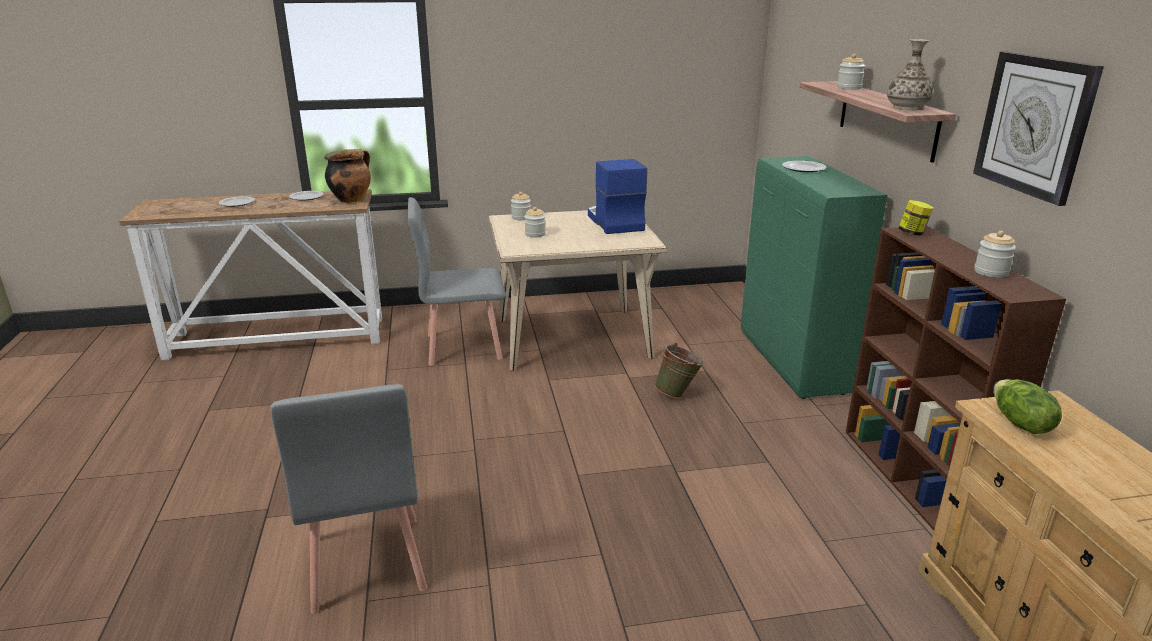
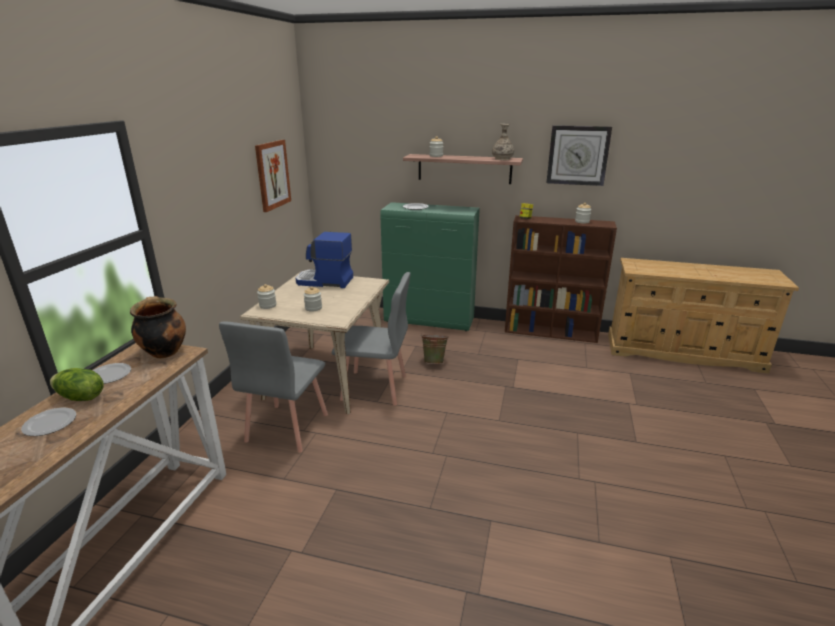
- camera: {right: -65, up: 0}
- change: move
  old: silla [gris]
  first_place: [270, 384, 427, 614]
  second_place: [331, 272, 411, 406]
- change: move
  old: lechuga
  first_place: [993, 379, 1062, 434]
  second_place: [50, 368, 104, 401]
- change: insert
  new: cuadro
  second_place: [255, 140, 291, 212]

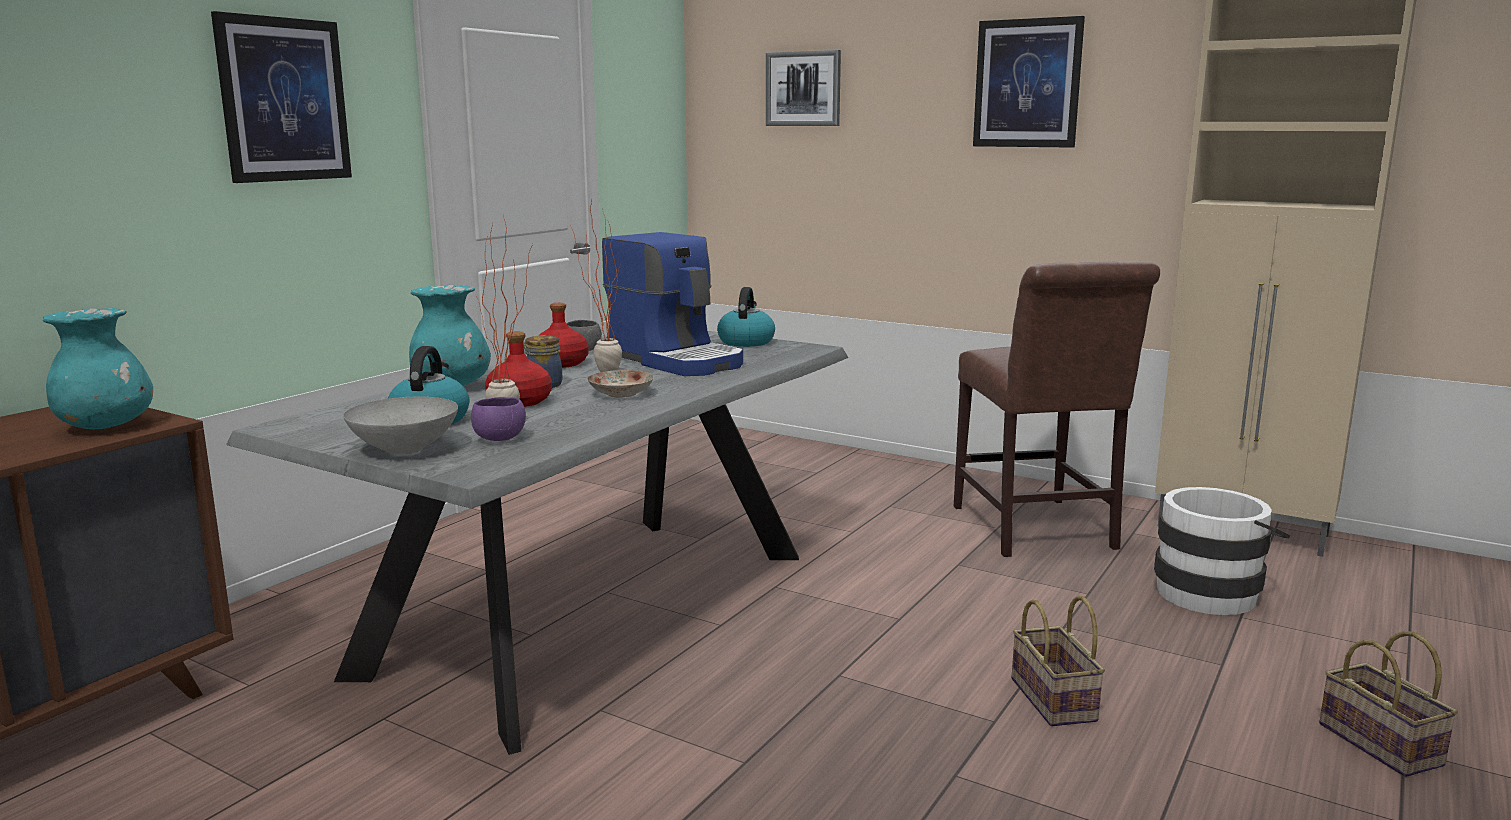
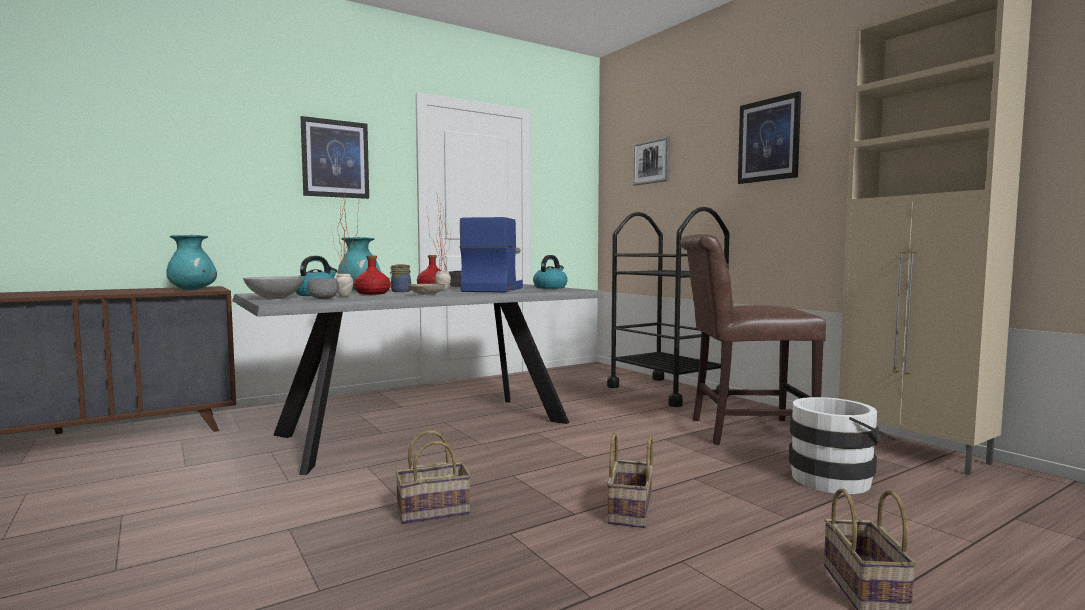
- camera: {right: 25, up: -10}
- change: recolor
  old: cuenco [morado]
  new: cuenco [gris]
  first_place: [471, 397, 526, 441]
  second_place: [308, 278, 339, 299]
- change: rotate
  old: cafetera
  first_place: [602, 232, 743, 376]
  second_place: [459, 217, 523, 293]
  degrees: -150
- change: rotate
  old: silla [marrón]
  first_place: [954, 261, 1160, 557]
  second_place: [680, 234, 826, 445]
  degrees: 75
- change: insert
  new: cesta
  second_place: [395, 431, 471, 524]
- change: insert
  new: carrito [negro]
  second_place: [607, 207, 729, 407]

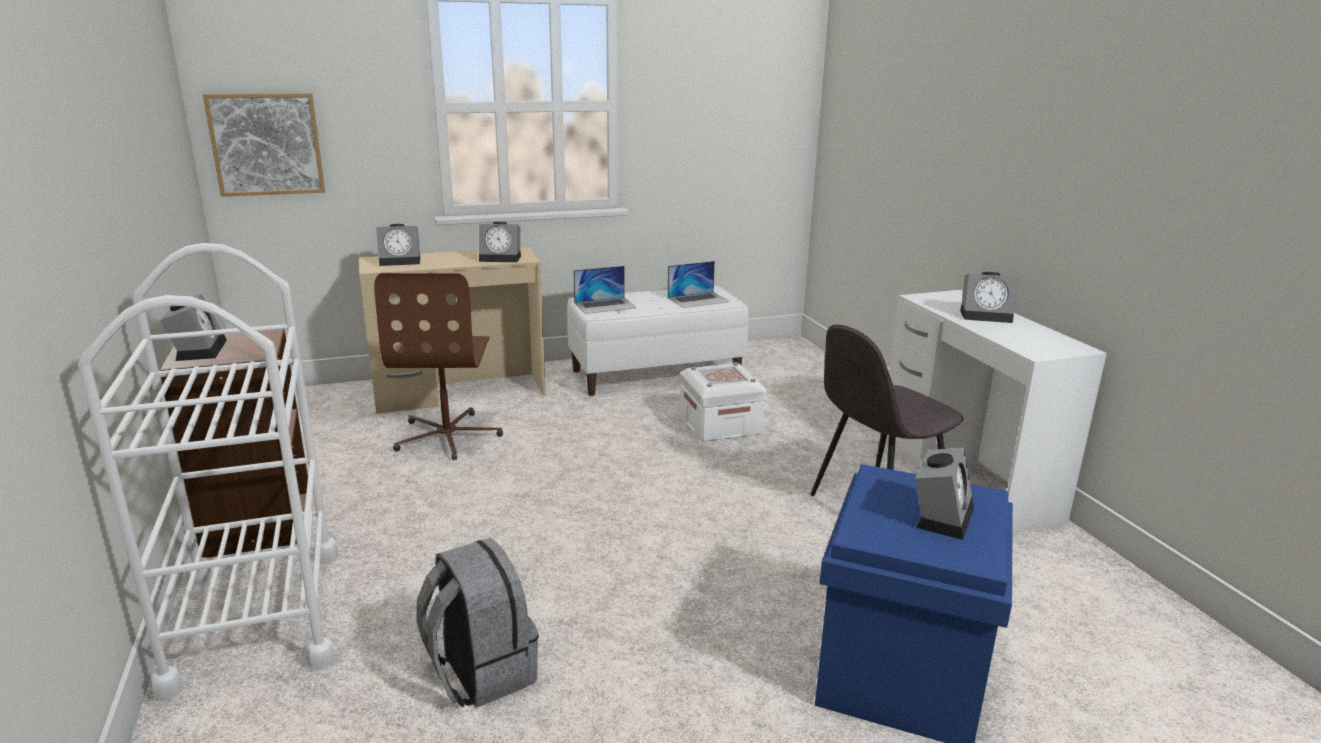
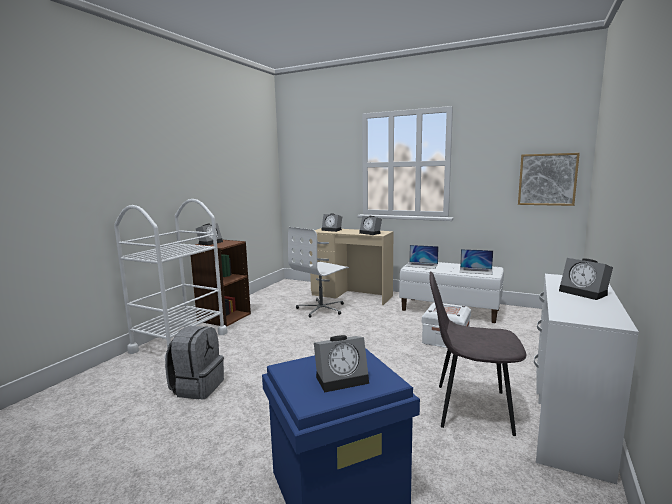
- camera: {right: 45, up: -10}
- change: move
  old: cuadro
  first_place: [203, 93, 325, 197]
  second_place: [518, 153, 580, 206]
- change: recolor
  old: silla de oficina [marrón]
  new: silla de oficina [blanco]
  first_place: [374, 273, 503, 460]
  second_place: [288, 227, 349, 318]

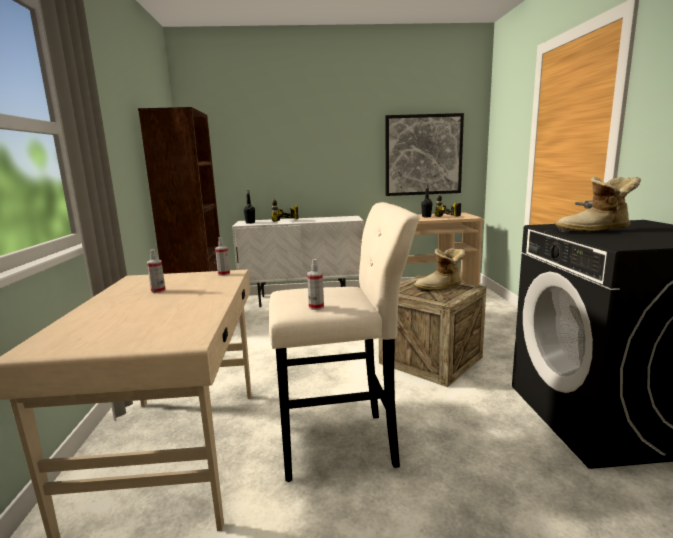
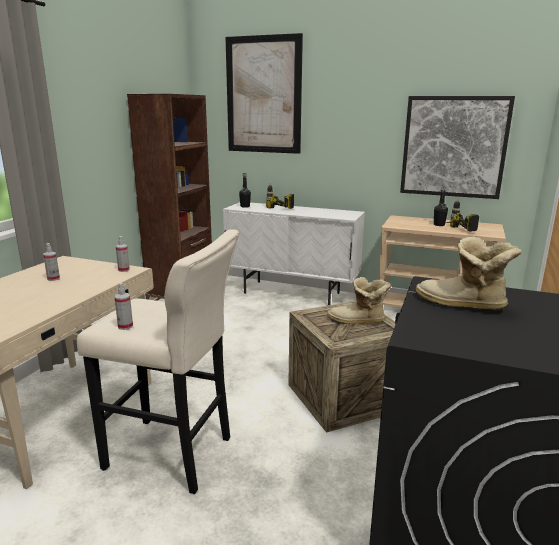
- camera: {right: 25, up: 5}
- change: insert
  new: cuadro
  second_place: [225, 33, 303, 154]

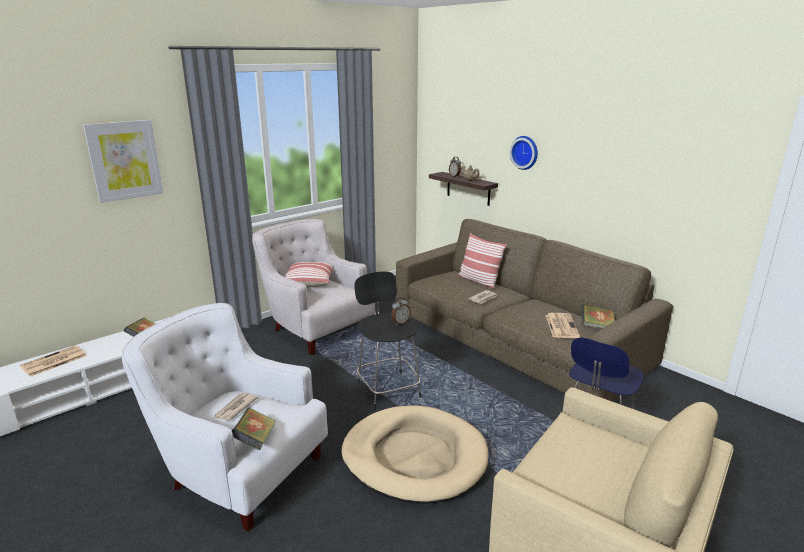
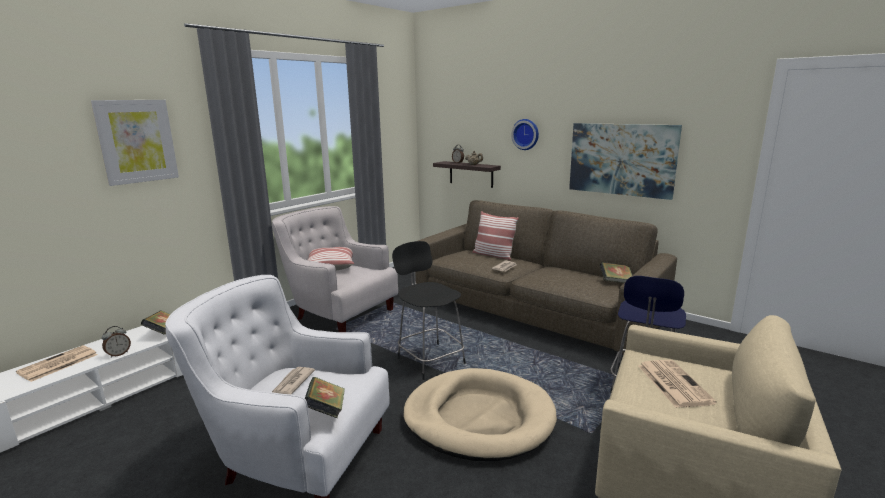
- camera: {right: -10, up: -5}
- change: move
  old: despertador
  first_place: [391, 297, 411, 325]
  second_place: [102, 326, 131, 358]
- change: move
  old: periódico
  first_place: [546, 313, 580, 338]
  second_place: [638, 360, 717, 408]
- change: insert
  new: cuadro
  second_place: [569, 123, 682, 200]

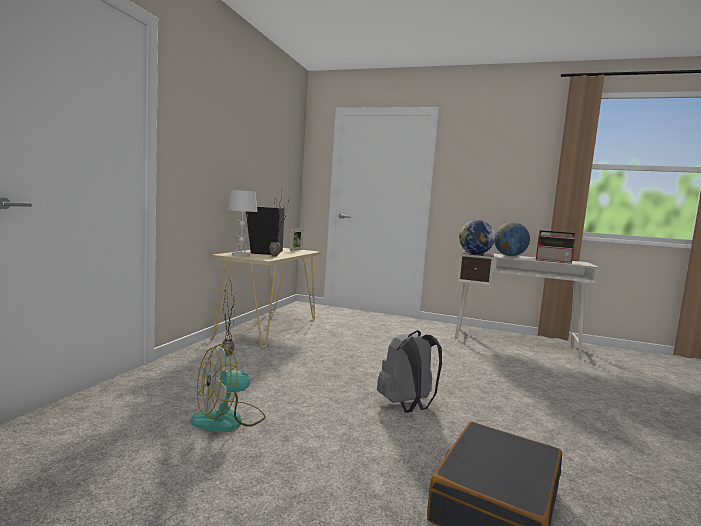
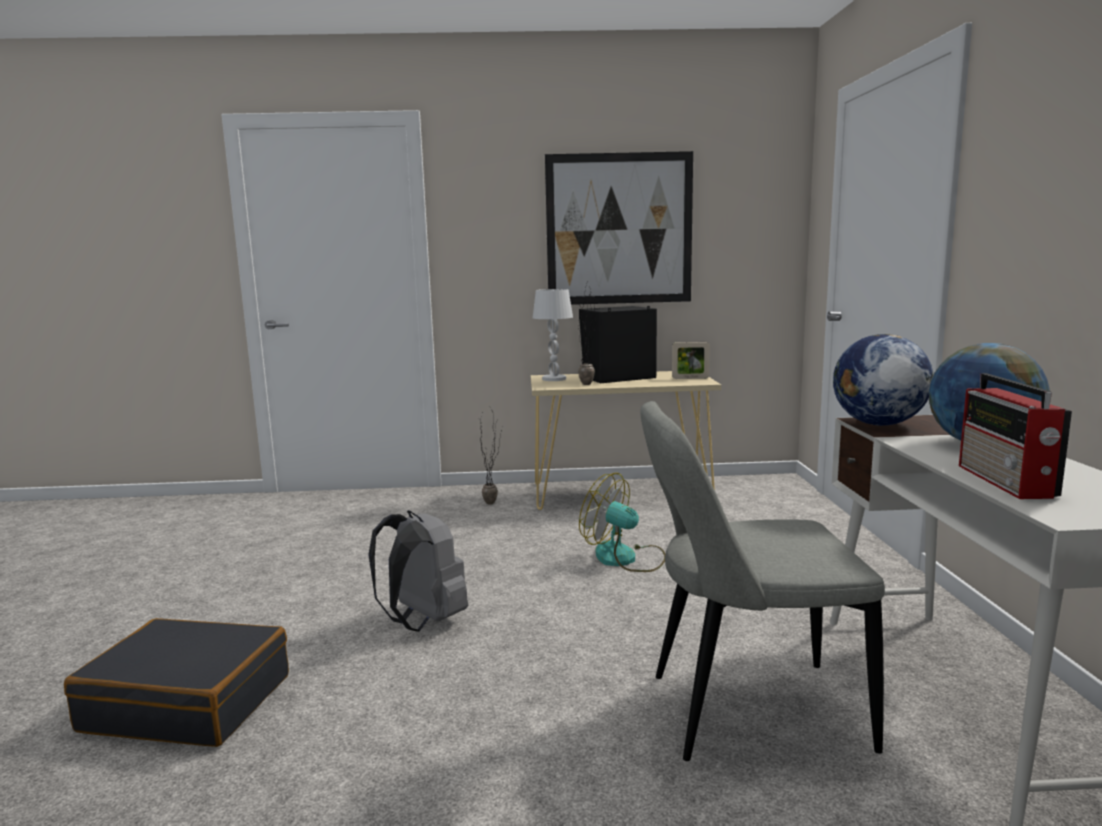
- camera: {right: 70, up: 5}
- change: move
  old: ventilador
  first_place: [191, 344, 266, 432]
  second_place: [579, 473, 665, 572]
- change: insert
  new: cuadro
  second_place: [545, 151, 693, 305]
- change: insert
  new: silla [gris]
  second_place: [640, 401, 885, 761]

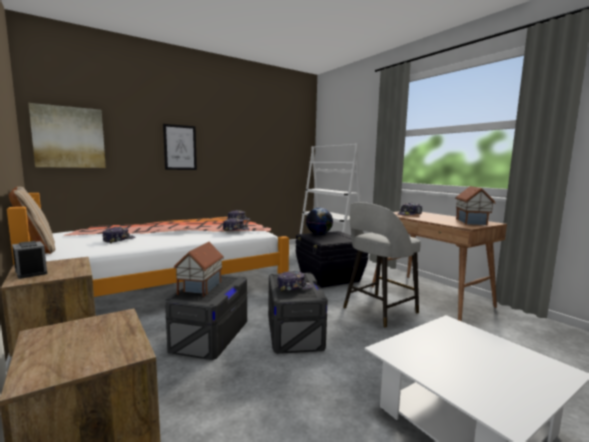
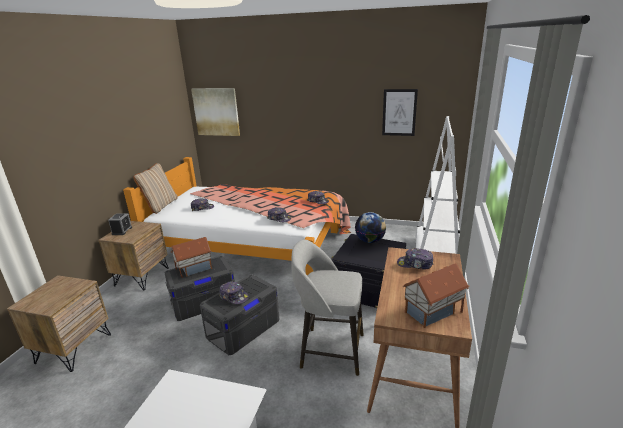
- camera: {right: 50, up: 15}
- change: move
  old: cuadro
  first_place: [163, 124, 197, 170]
  second_place: [382, 89, 418, 136]

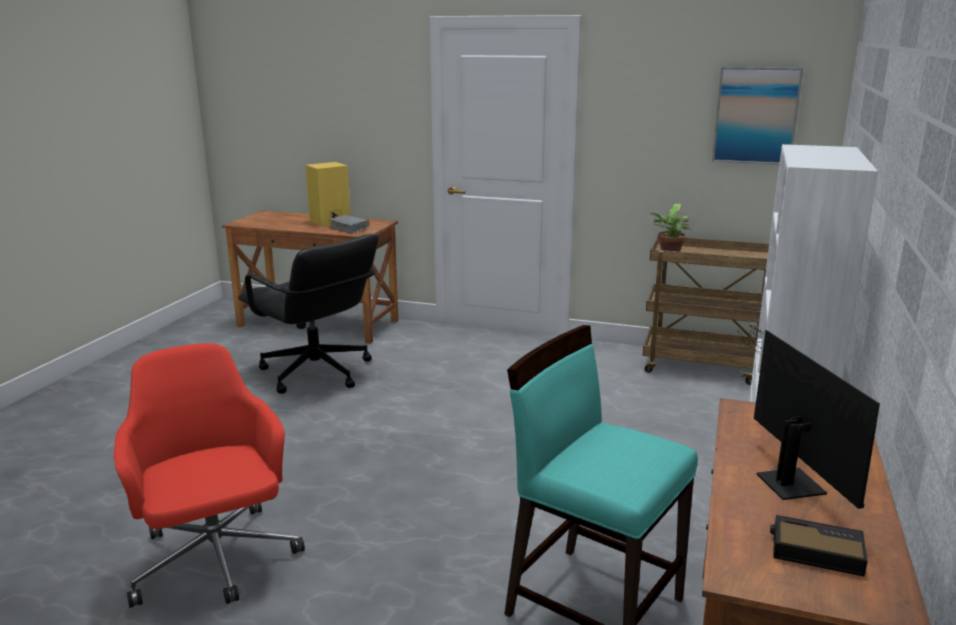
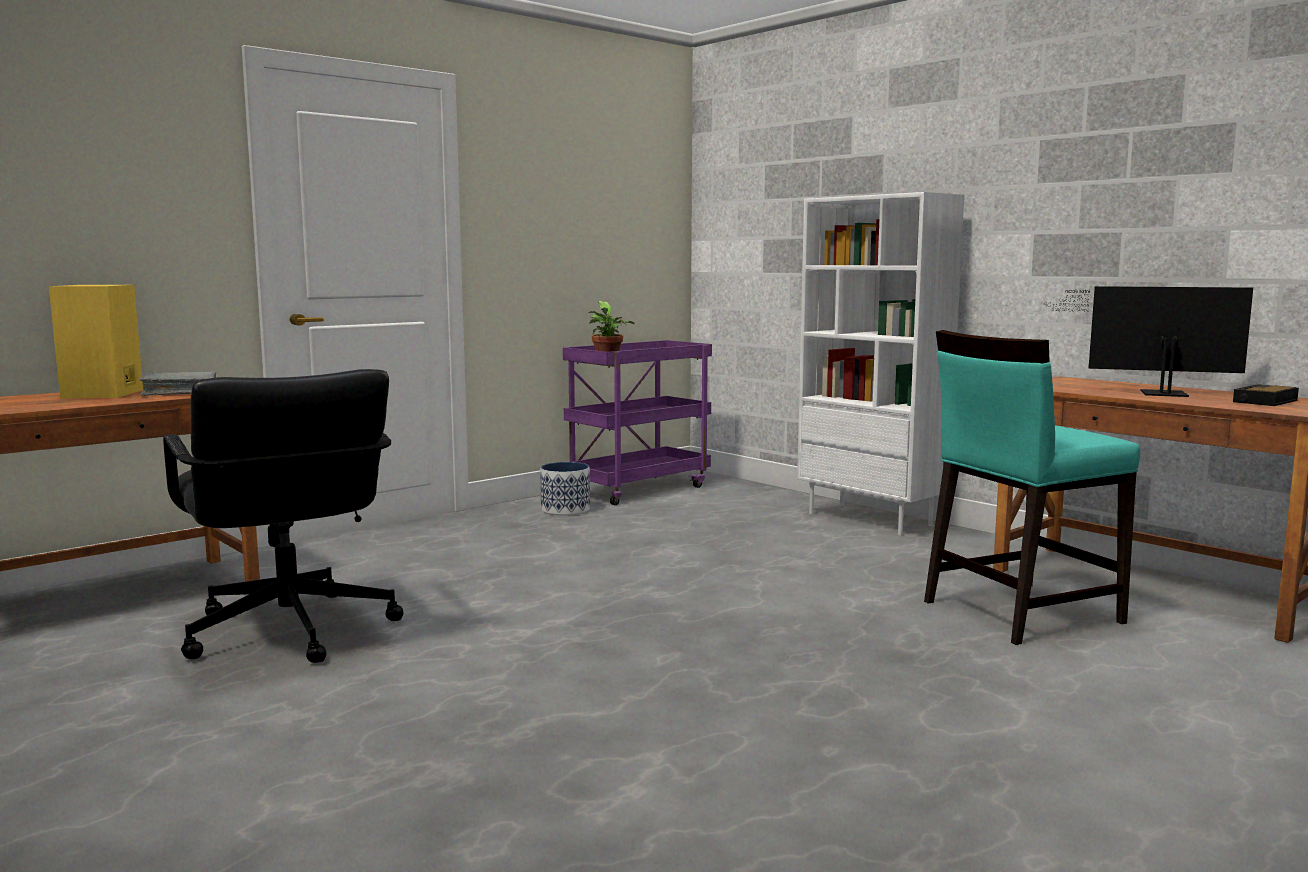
- camera: {right: -60, up: -10}
- change: delete
  old: silla de oficina [rojo]
  first_place: [114, 343, 305, 608]
- change: rotate
  old: silla de oficina [negro]
  first_place: [238, 234, 379, 394]
  second_place: [163, 369, 404, 663]
  degrees: 75
- change: recolor
  old: carrito [marrón]
  new: carrito [morado]
  first_place: [643, 235, 769, 385]
  second_place: [563, 340, 712, 505]
- change: delete
  old: cuadro
  first_place: [712, 67, 803, 165]
- change: insert
  new: maceta
  second_place: [540, 462, 590, 516]

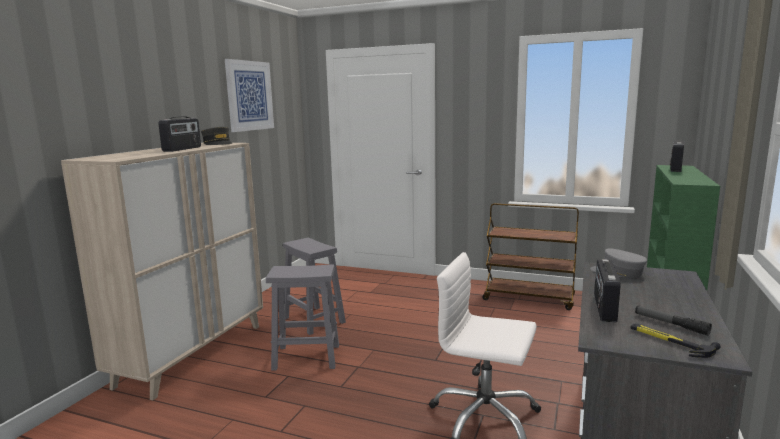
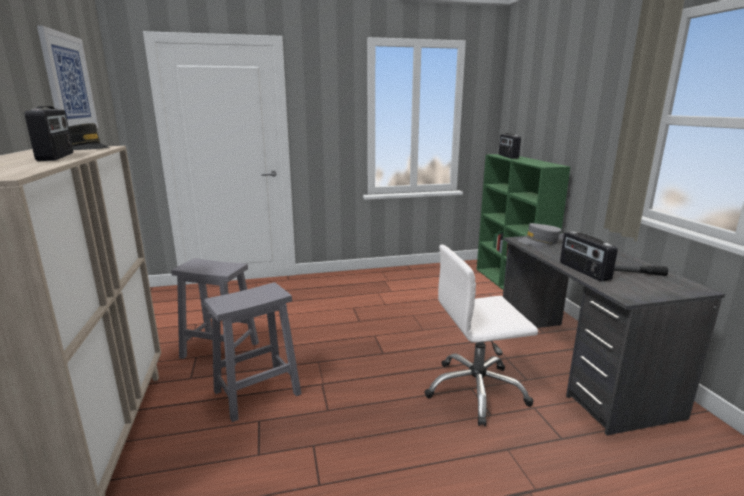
- camera: {right: -35, up: 5}
- change: delete
  old: carrito [marrón]
  first_place: [482, 203, 579, 310]
- change: delete
  old: martillo
  first_place: [631, 324, 721, 358]

